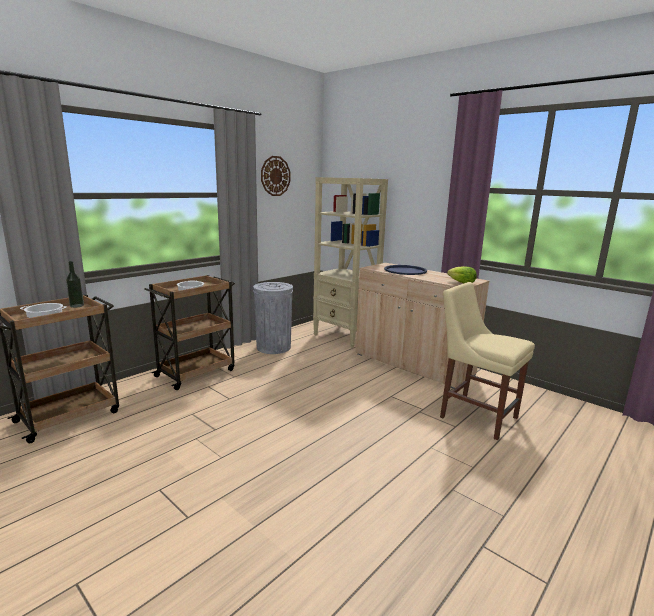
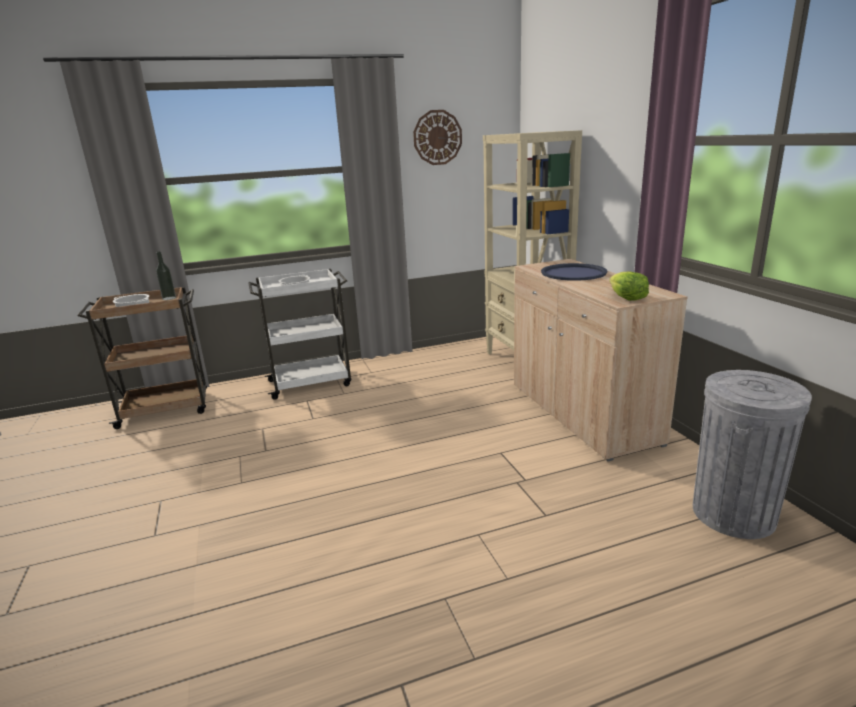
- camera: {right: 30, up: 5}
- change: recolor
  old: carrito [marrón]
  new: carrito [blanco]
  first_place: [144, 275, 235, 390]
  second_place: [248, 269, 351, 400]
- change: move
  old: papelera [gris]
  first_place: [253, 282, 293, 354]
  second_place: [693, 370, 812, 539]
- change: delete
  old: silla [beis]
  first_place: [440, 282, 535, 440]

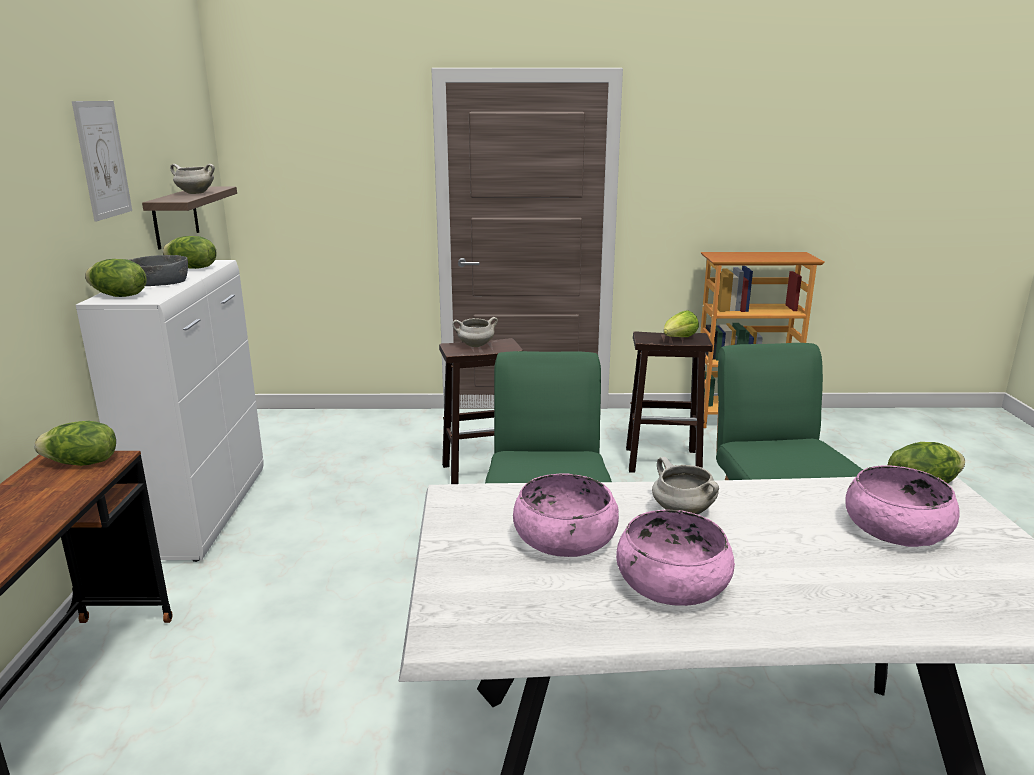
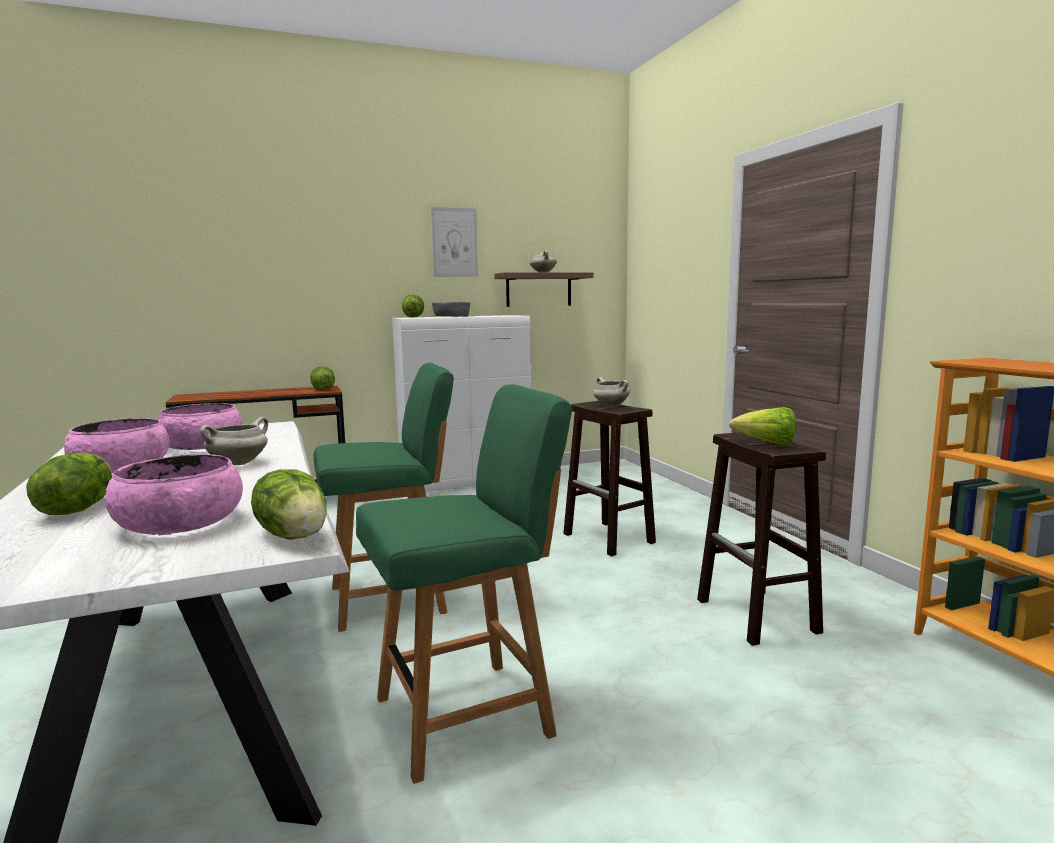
- camera: {right: 70, up: -10}
- change: move
  old: lechuga
  first_place: [162, 236, 217, 269]
  second_place: [26, 452, 112, 515]

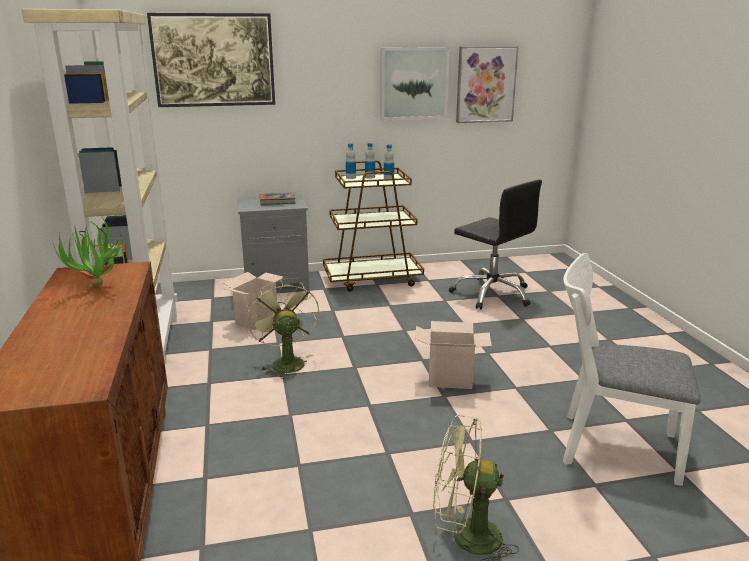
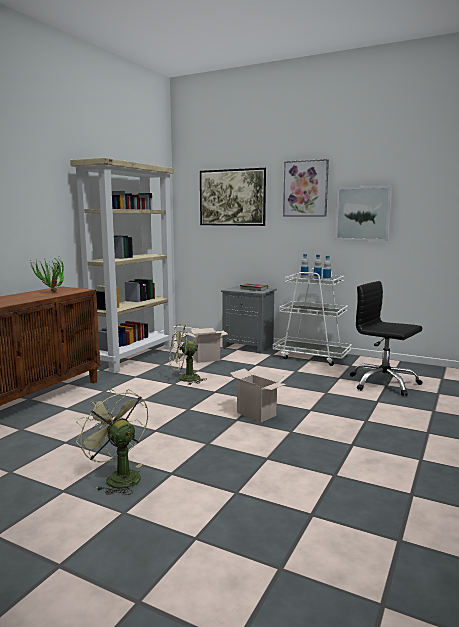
- camera: {right: 40, up: -10}
- change: rotate
  old: ventilador [verde]
  first_place: [247, 280, 319, 379]
  second_place: [169, 324, 207, 385]
  degrees: -120
- change: recolor
  old: carrito [marrón]
  new: carrito [blanco]
  first_place: [323, 160, 424, 292]
  second_place: [272, 268, 352, 366]
- change: rotate
  old: silla de oficina [negro]
  first_place: [449, 180, 542, 310]
  second_place: [350, 281, 423, 396]
  degrees: 135
- change: move
  old: cuadro
  first_place: [456, 46, 519, 123]
  second_place: [283, 159, 329, 216]
- change: delete
  old: silla [blanco]
  first_place: [563, 253, 700, 486]

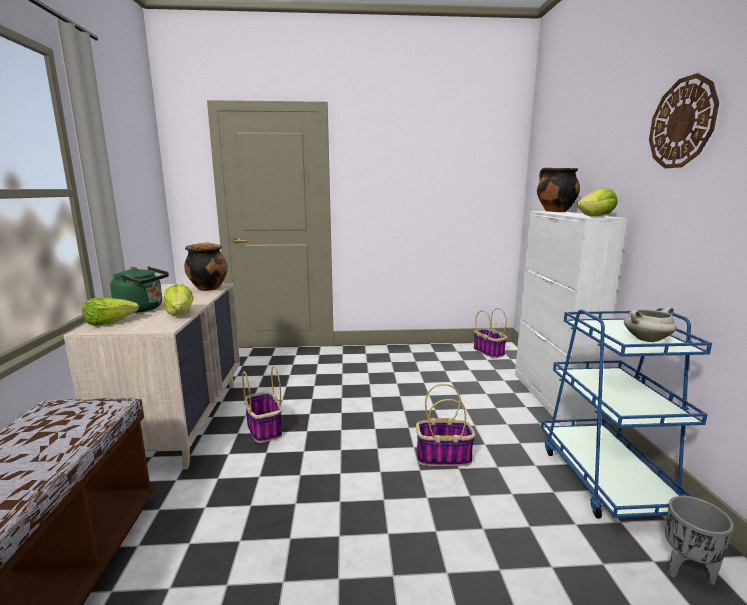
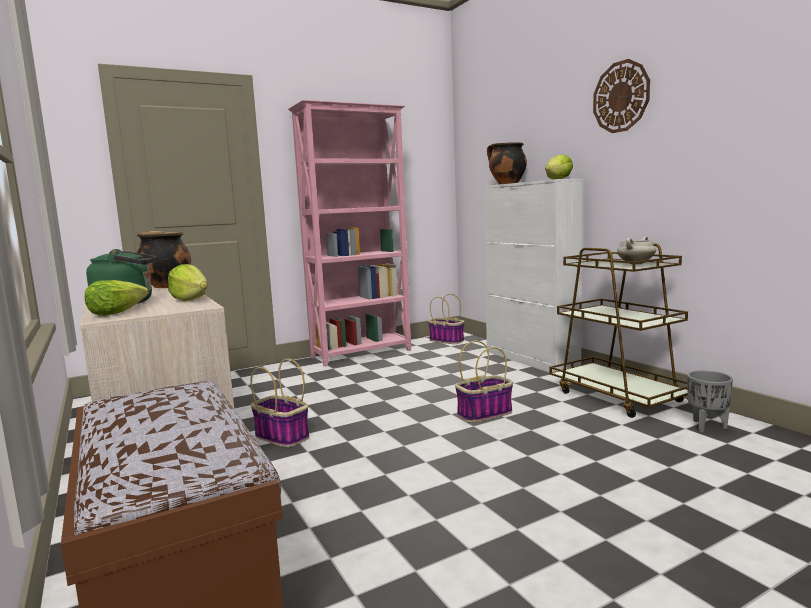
- camera: {right: -25, up: -5}
- change: recolor
  old: carrito [azul]
  new: carrito [marrón]
  first_place: [541, 308, 712, 519]
  second_place: [550, 243, 688, 418]
- change: insert
  new: estantería [rosa]
  second_place: [288, 100, 411, 366]

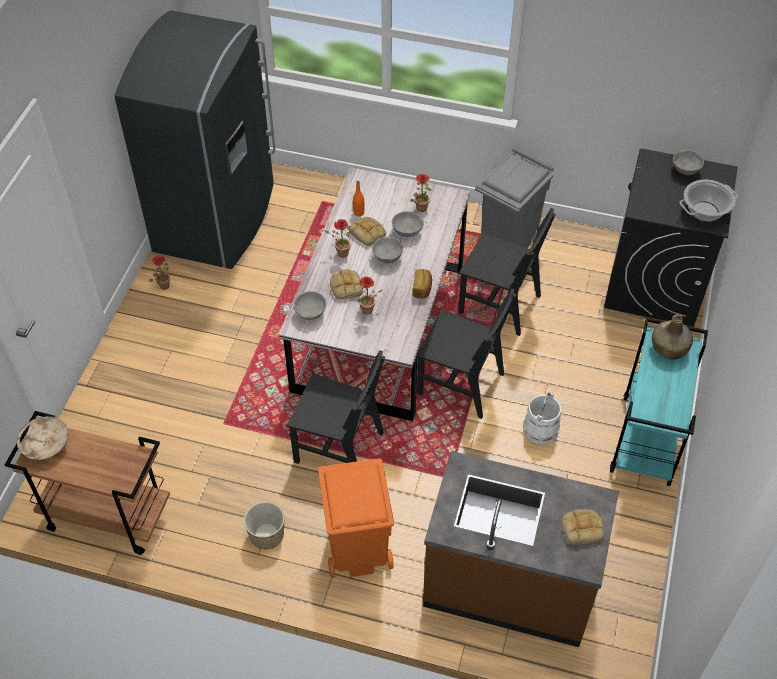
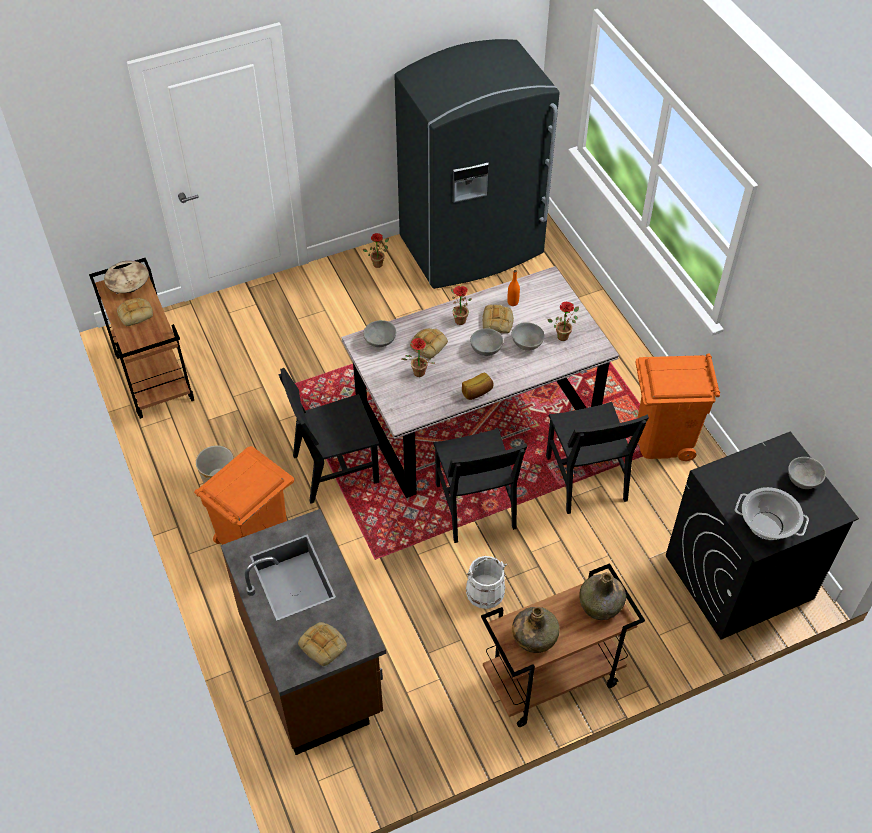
- camera: {right: 50, up: 0}
- change: rotate
  old: silla [negro]
  first_place: [286, 350, 385, 464]
  second_place: [278, 368, 380, 504]
  degrees: 90
- change: recolor
  old: papelera [gris]
  new: papelera [naranja]
  first_place: [475, 148, 554, 248]
  second_place: [635, 353, 720, 461]
- change: recolor
  old: carrito [turquesa]
  new: carrito [marrón]
  first_place: [610, 318, 708, 486]
  second_place: [481, 563, 645, 727]
- change: insert
  new: pan
  second_place: [117, 298, 153, 327]
- change: insert
  new: botella [verde]
  second_place: [512, 607, 560, 653]

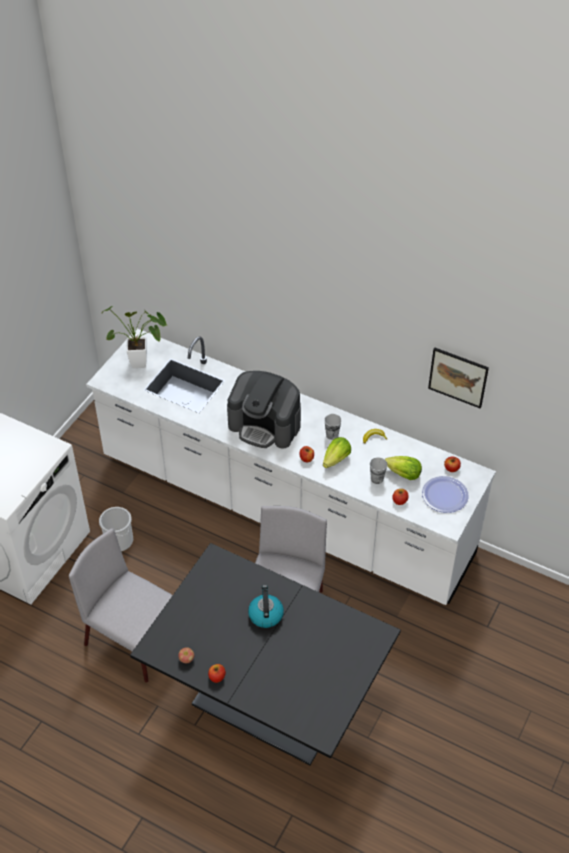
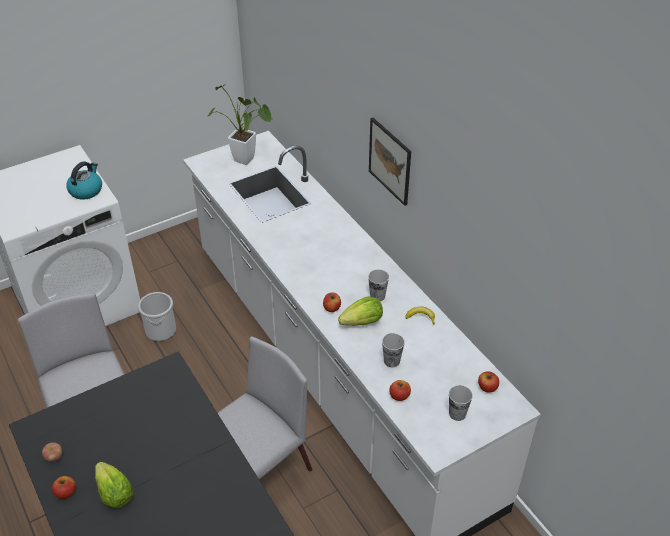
- camera: {right: 30, up: -5}
- change: delete
  old: cafetera
  first_place: [227, 371, 301, 449]
- change: move
  old: hervidor
  first_place: [248, 585, 284, 628]
  second_place: [66, 161, 102, 200]
- change: move
  old: lechuga
  first_place: [385, 456, 422, 480]
  second_place: [95, 462, 134, 508]
- change: replace
  old: plato
  new: taza
  first_place: [422, 476, 469, 513]
  second_place: [449, 385, 473, 421]
- change: move
  old: cuadro
  first_place: [428, 347, 489, 408]
  second_place: [369, 118, 411, 206]

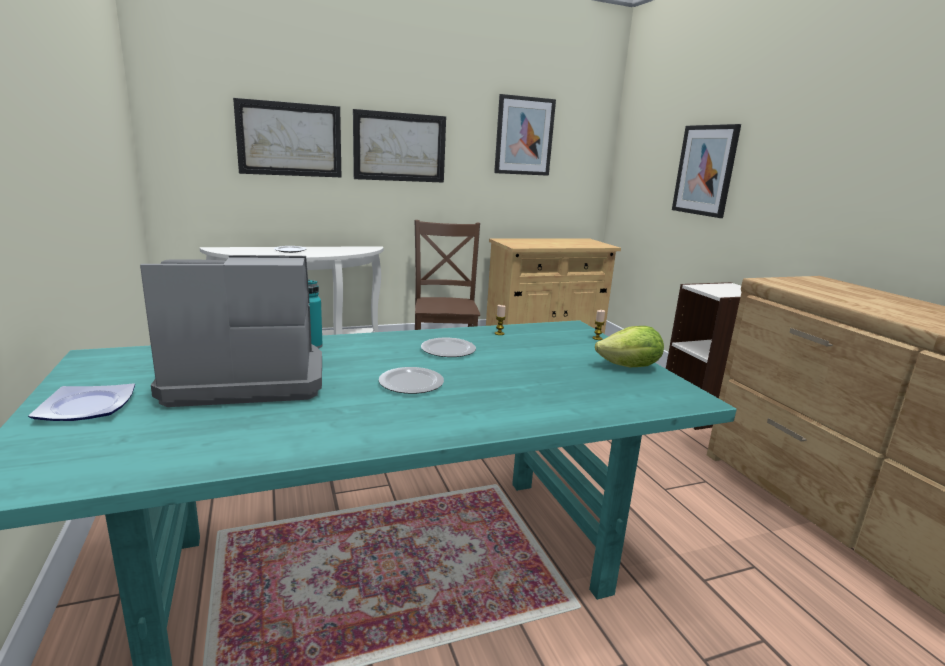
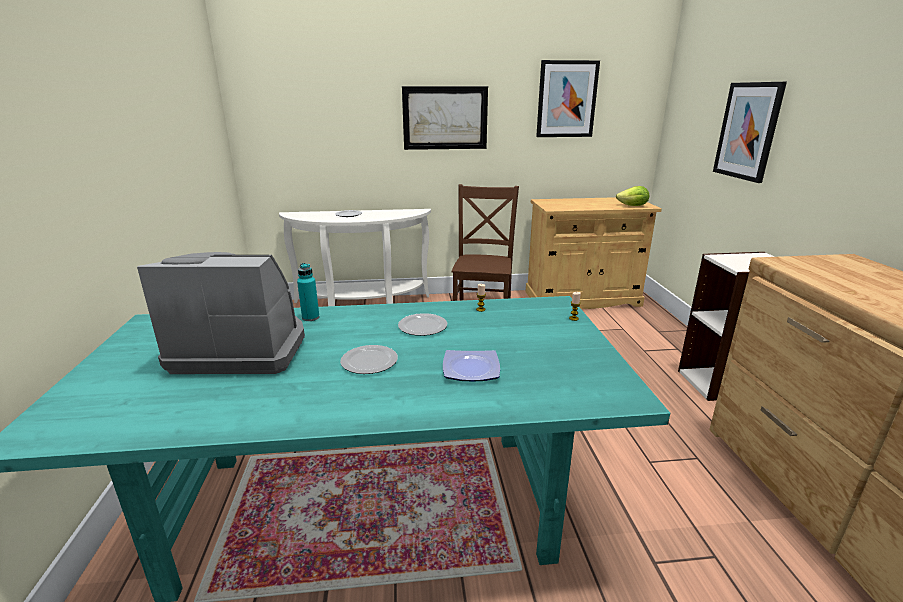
- camera: {right: 15, up: 5}
- change: move
  old: plato
  first_place: [28, 383, 135, 421]
  second_place: [443, 350, 500, 381]
- change: delete
  old: cuadro
  first_place: [233, 98, 341, 177]
- change: move
  old: lechuga
  first_place: [595, 326, 664, 367]
  second_place: [616, 186, 649, 206]

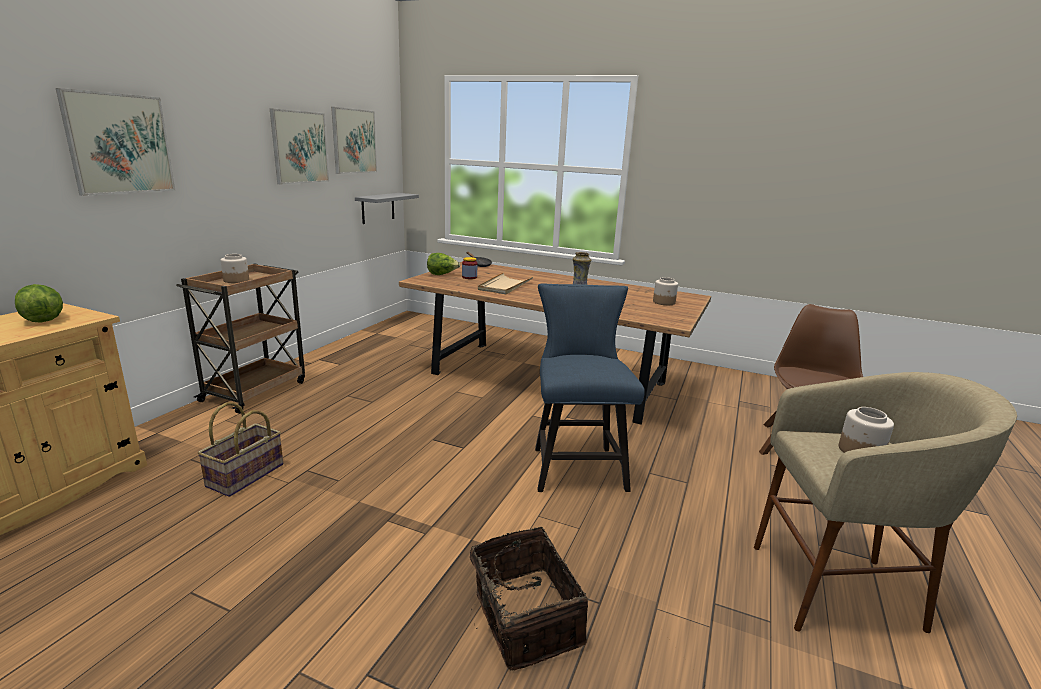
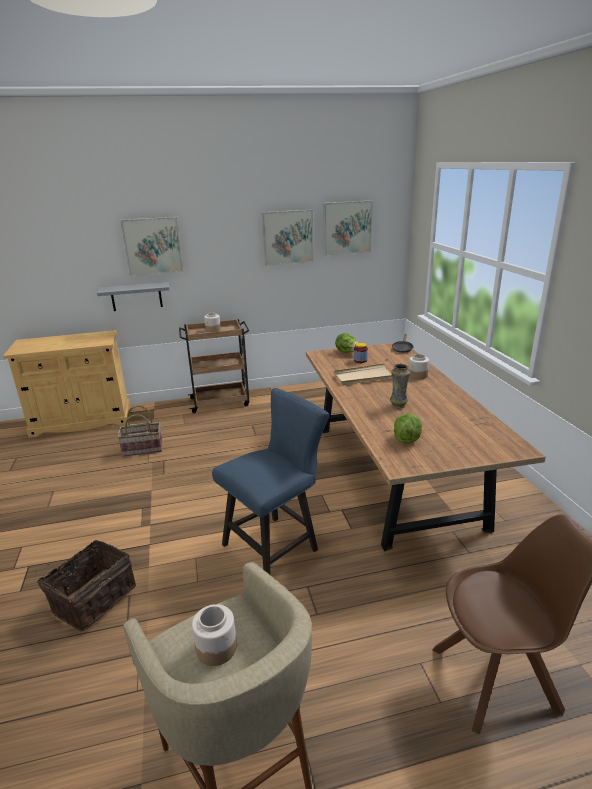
- camera: {right: 55, up: 5}
- change: move
  old: lechuga
  first_place: [15, 284, 63, 323]
  second_place: [394, 413, 422, 444]
- change: move
  old: estante [gris]
  first_place: [355, 193, 419, 224]
  second_place: [97, 282, 169, 311]
- change: move
  old: tarro
  first_place: [653, 277, 678, 305]
  second_place: [409, 354, 429, 379]

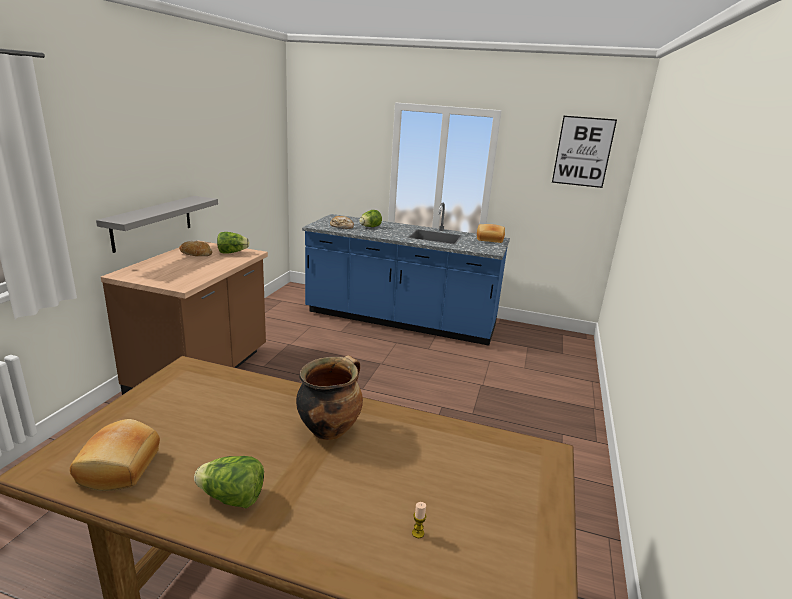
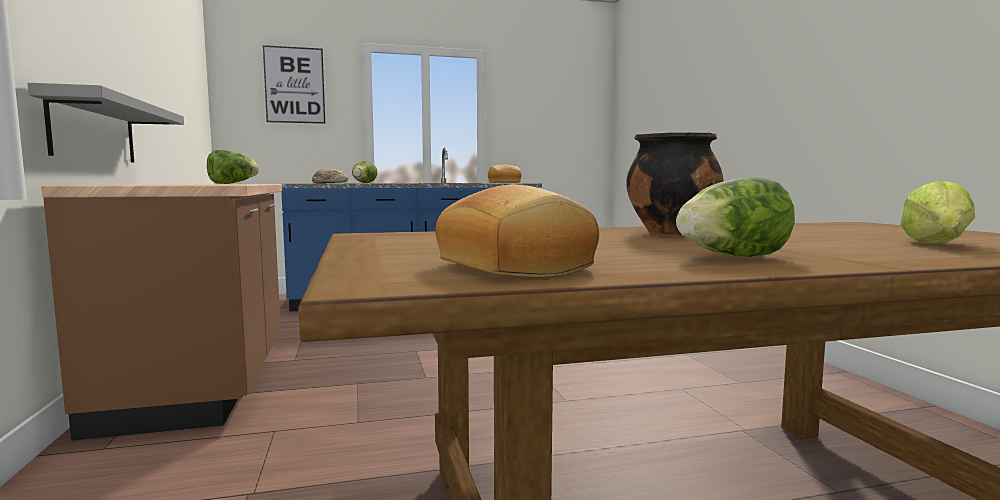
- camera: {right: -30, up: -15}
- change: delete
  old: pan
  first_place: [179, 241, 212, 256]
- change: replace
  old: vela
  new: lechuga
  first_place: [412, 502, 426, 538]
  second_place: [900, 180, 975, 243]
- change: move
  old: cuadro
  first_place: [552, 116, 617, 188]
  second_place: [263, 45, 325, 124]

